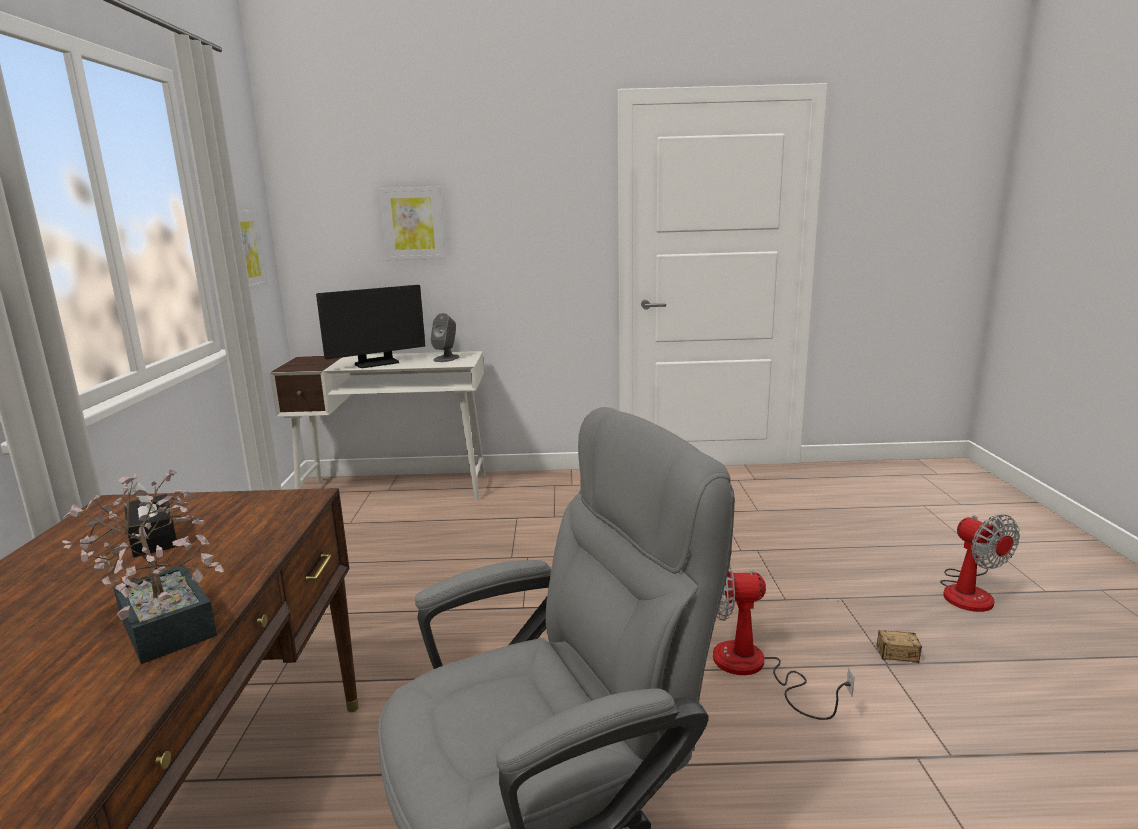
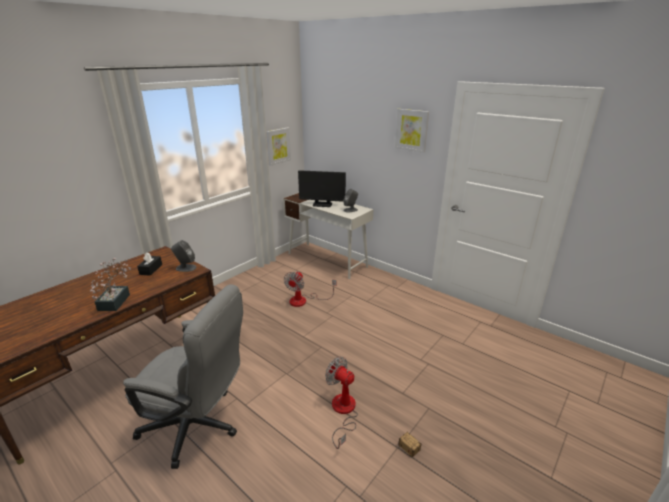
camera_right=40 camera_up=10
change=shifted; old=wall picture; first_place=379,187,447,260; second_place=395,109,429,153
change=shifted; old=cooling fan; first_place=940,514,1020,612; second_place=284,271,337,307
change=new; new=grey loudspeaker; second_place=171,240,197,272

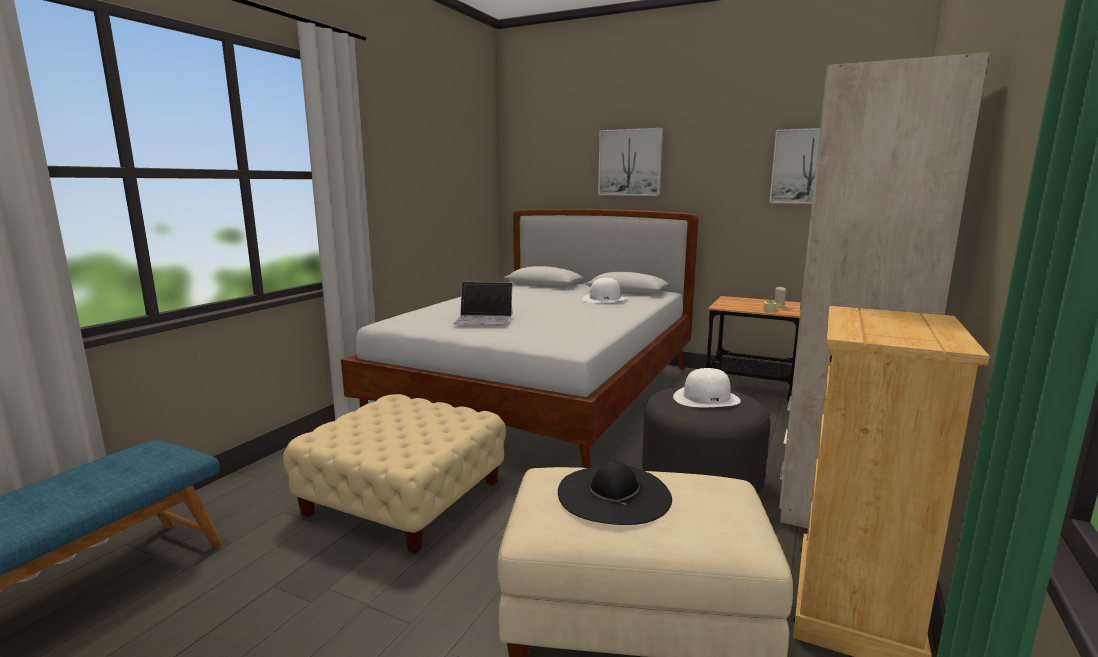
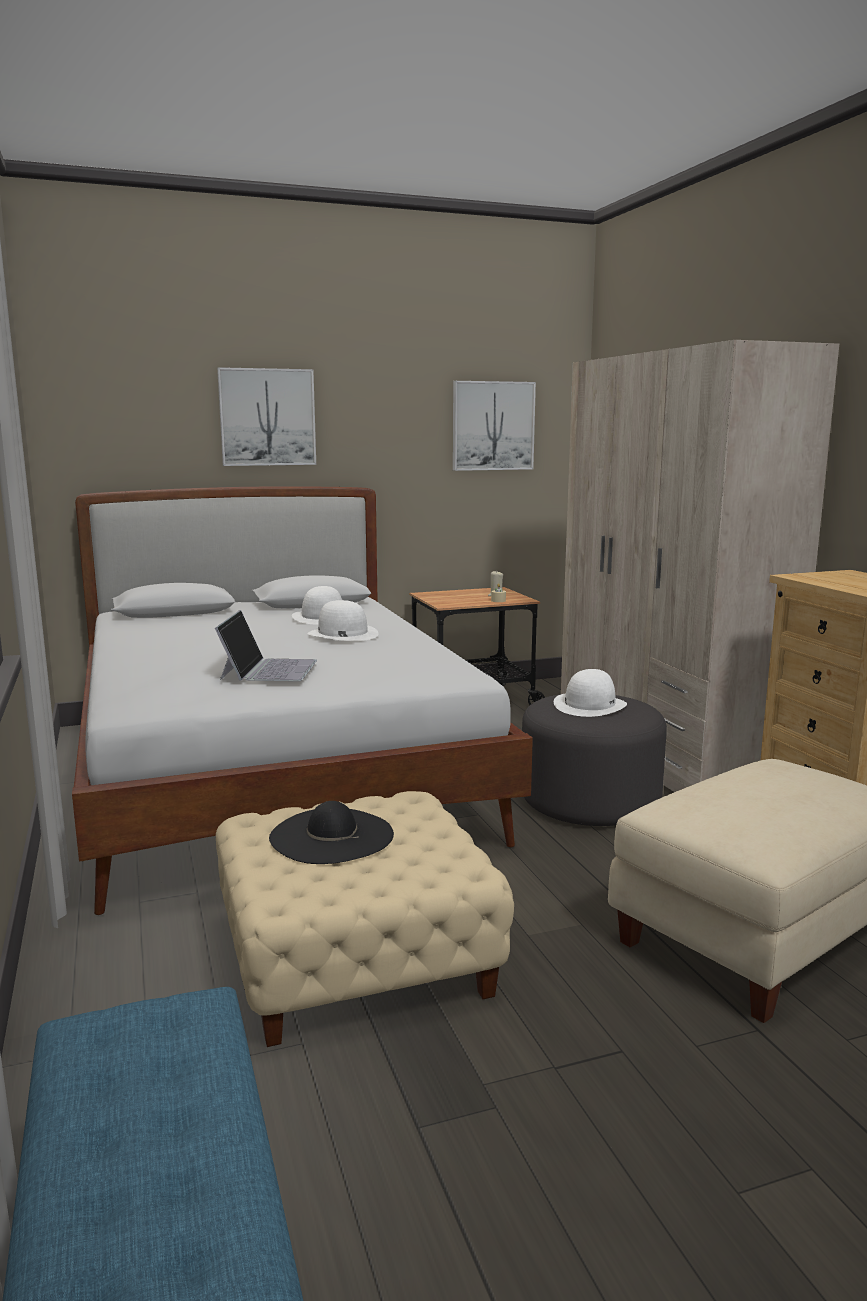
camera_right=-45 camera_up=0
change=rotated; old=notebook computer; first_place=453,282,513,325; second_place=215,610,317,681; degrees=-45
change=shifted; old=black-coloured clothing hat; first_place=558,462,672,525; second_place=269,801,394,864
change=new; new=white clothing hat; second_place=307,600,379,641

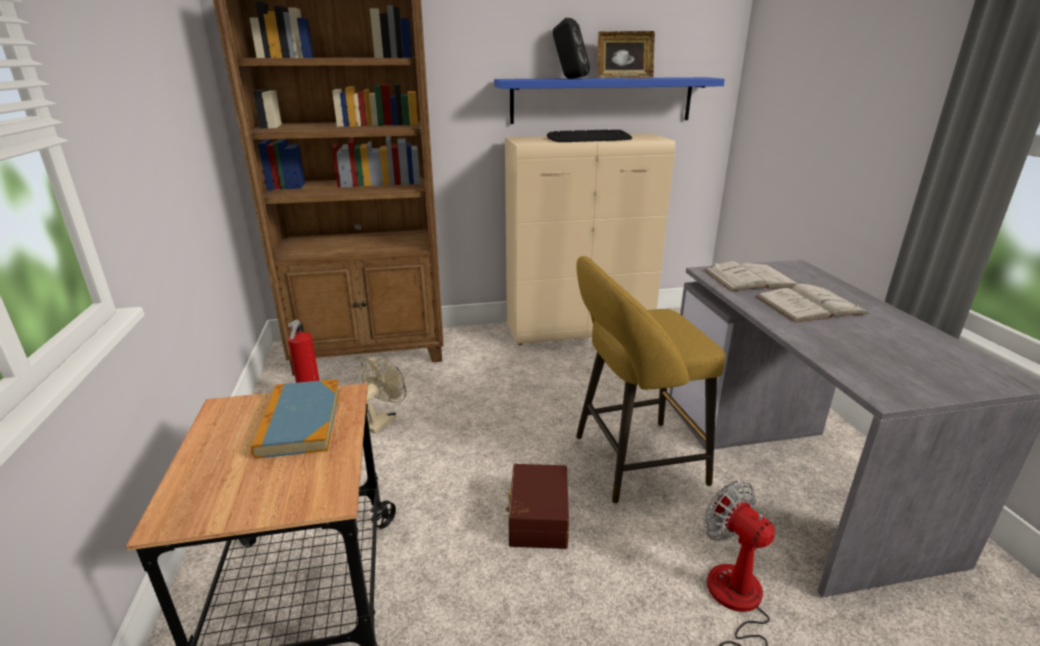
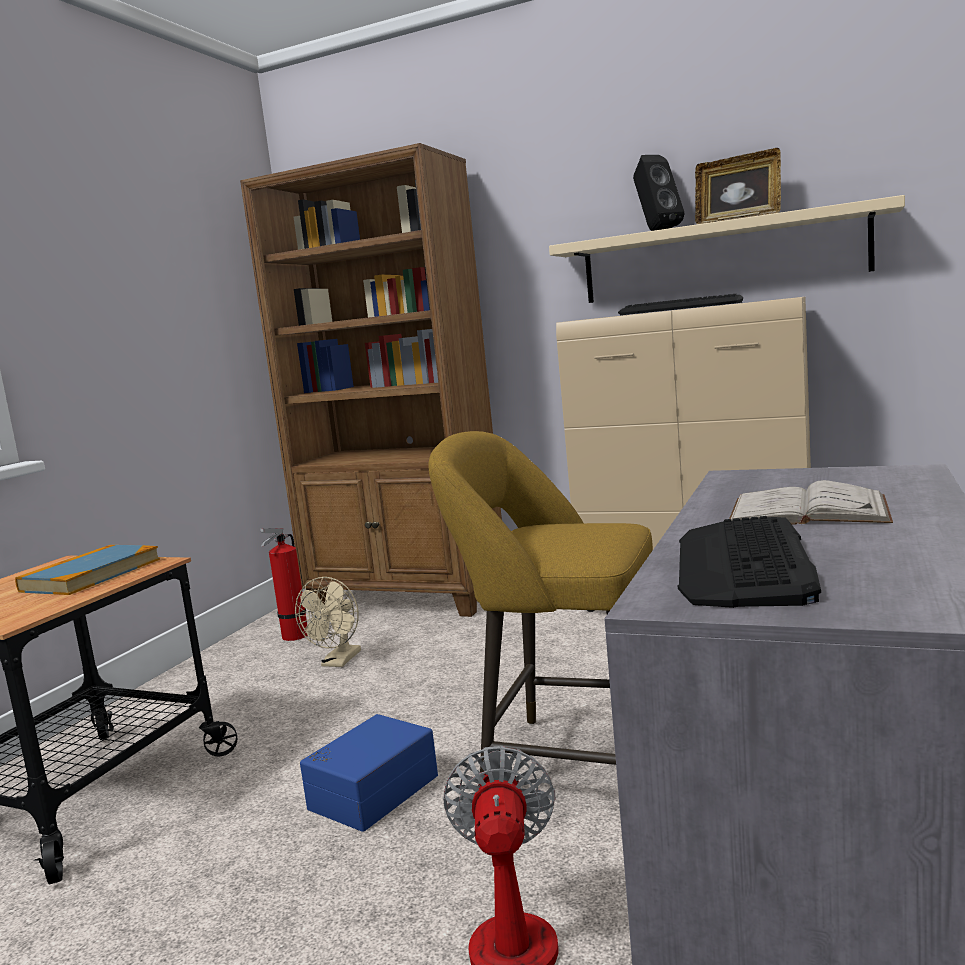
camera_right=35 camera_up=-15
change=rotated; old=beige-coloured cooling fan; first_place=361,357,406,434; second_place=295,577,361,667; degrees=135
change=repainted; old=blue shelf; new=beige-coloured shelf; first_place=494,77,725,124; second_place=549,195,905,303
change=repainted; old=brown storage box; new=blue storage box; first_place=506,464,569,549; second_place=300,714,438,832
change=gone; old=white volume; first_place=704,261,799,291
change=new; new=keyboard; second_place=677,516,821,608

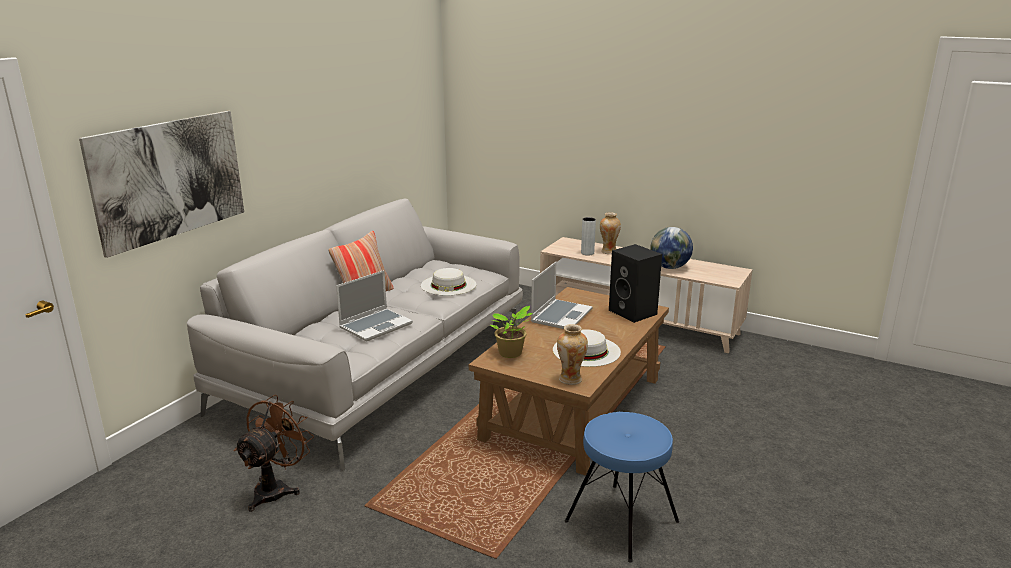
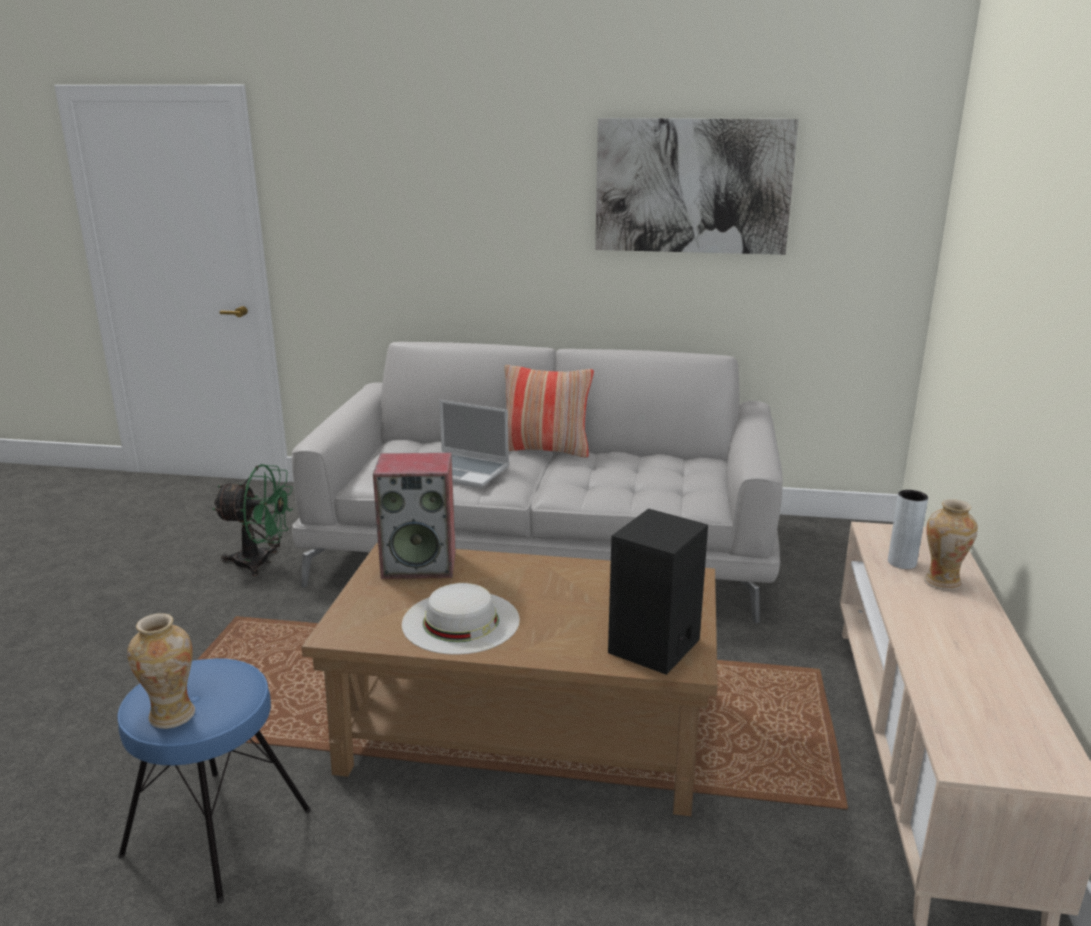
camera_right=70 camera_up=0
change=shifted; old=wall picture; first_place=79,111,244,258; second_place=595,118,799,255
change=repainted; old=brown cooling fan; new=green cooling fan; first_place=234,395,314,512; second_place=212,464,293,576
change=gone; old=white clothing hat; first_place=421,268,476,296
change=swapped; old=plant in a pot; new=loudspeaker; first_place=490,306,532,358; second_place=373,453,456,579
change=gone; old=notebook computer; first_place=531,262,592,329
change=shifted; old=vase; first_place=557,324,588,385; second_place=127,613,195,729
change=gone; old=world globe; first_place=650,227,693,269

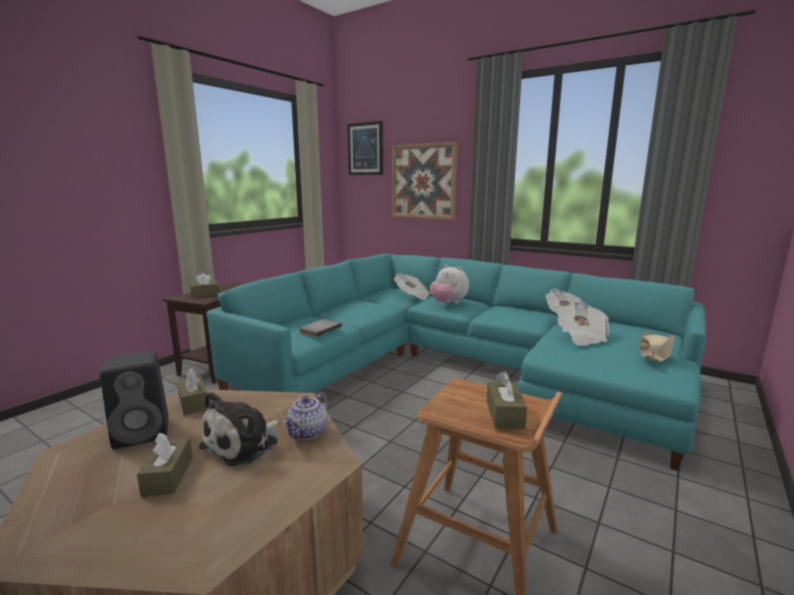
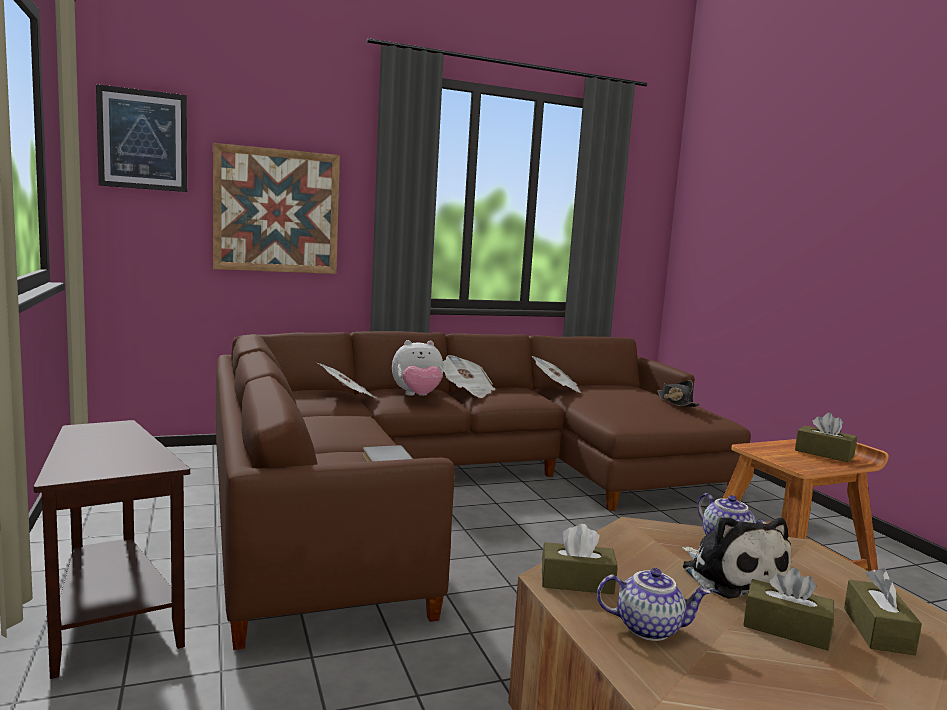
camera_right=-55 camera_up=-5
change=swapped; old=black-coloured loudspeaker; new=pot for tea; first_place=100,350,169,449; second_place=597,568,711,641
change=shifted; old=brown box of tissues; first_place=190,273,219,297; second_place=844,568,922,655
change=repainted; old=turquoise-coloured couch; new=brown couch; first_place=206,254,706,471; second_place=216,331,751,650
change=shifted; old=printed paper; first_place=557,302,609,346; second_place=443,355,495,398
change=repainted; old=beige-coloured clothing hat; new=black-coloured clothing hat; first_place=640,332,675,362; second_place=657,380,700,407

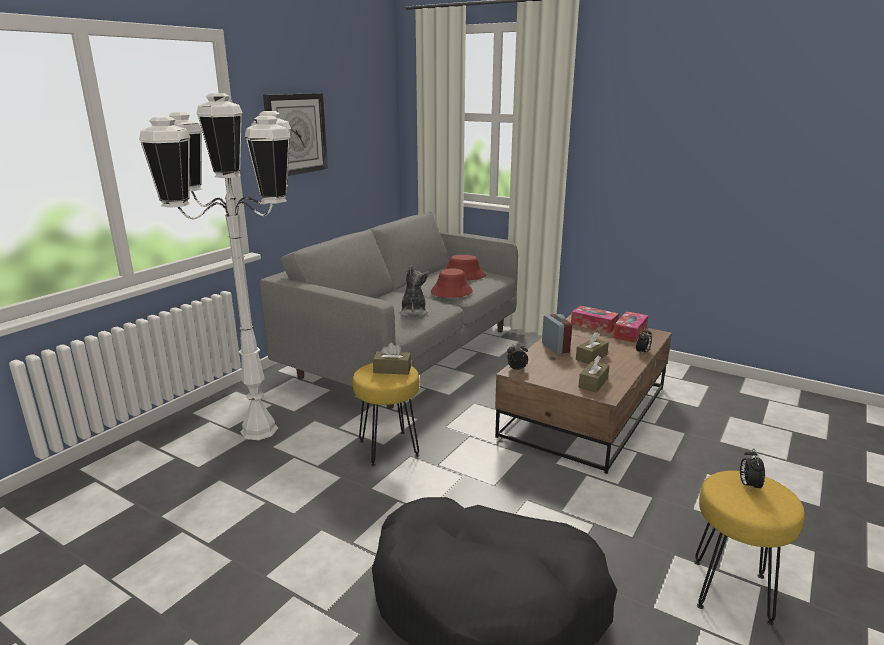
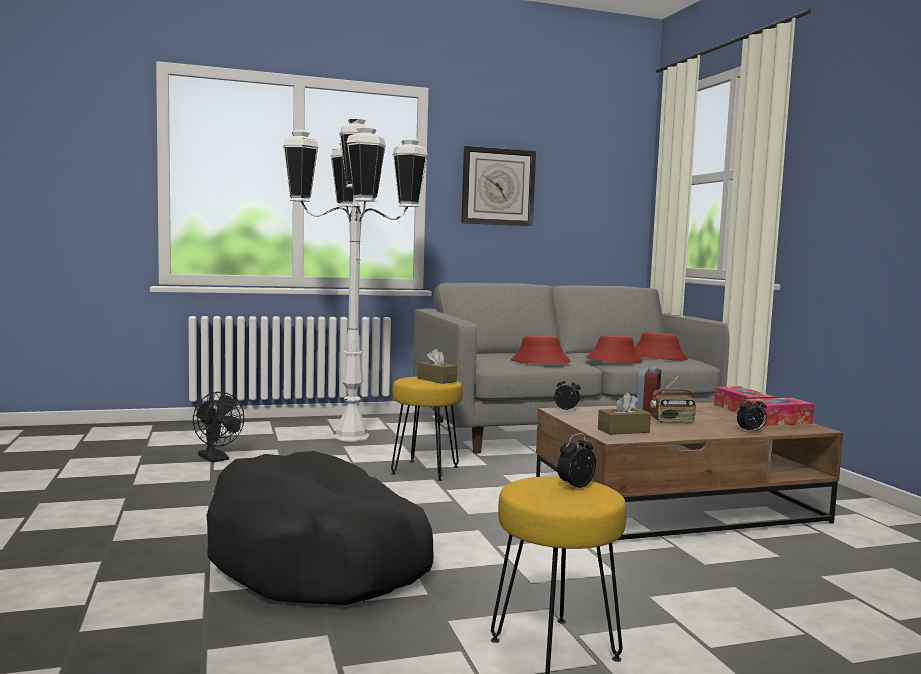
camera_right=40 camera_up=-15
change=swapped; old=cuddly toy; new=reddish clothing hat; first_place=399,265,429,316; second_place=511,335,571,364
change=swapped; old=brown box of tissues; new=radio set; first_place=576,332,609,364; second_place=650,374,696,423
change=new; new=black-coloured cooling fan; second_place=193,392,244,462

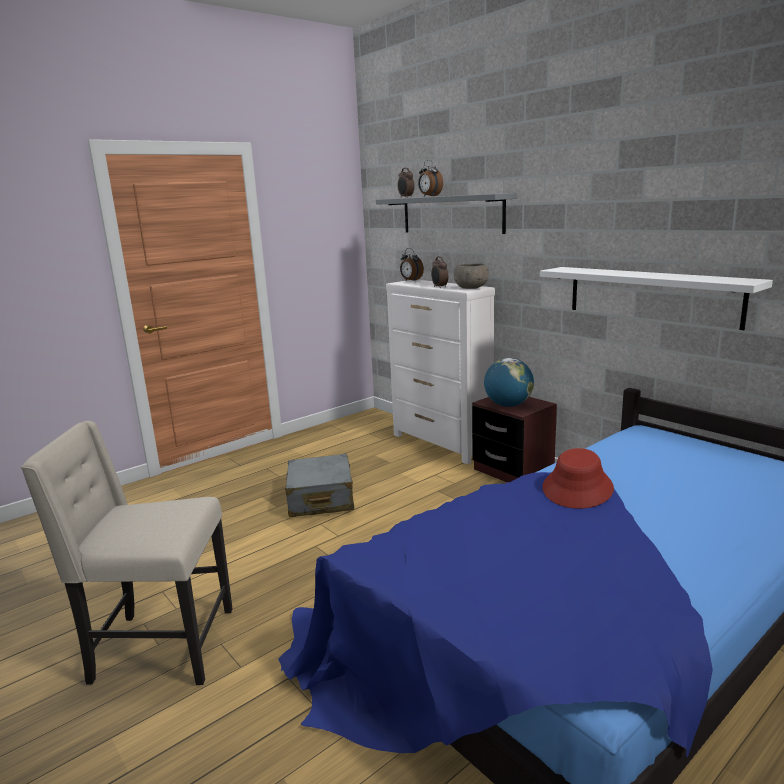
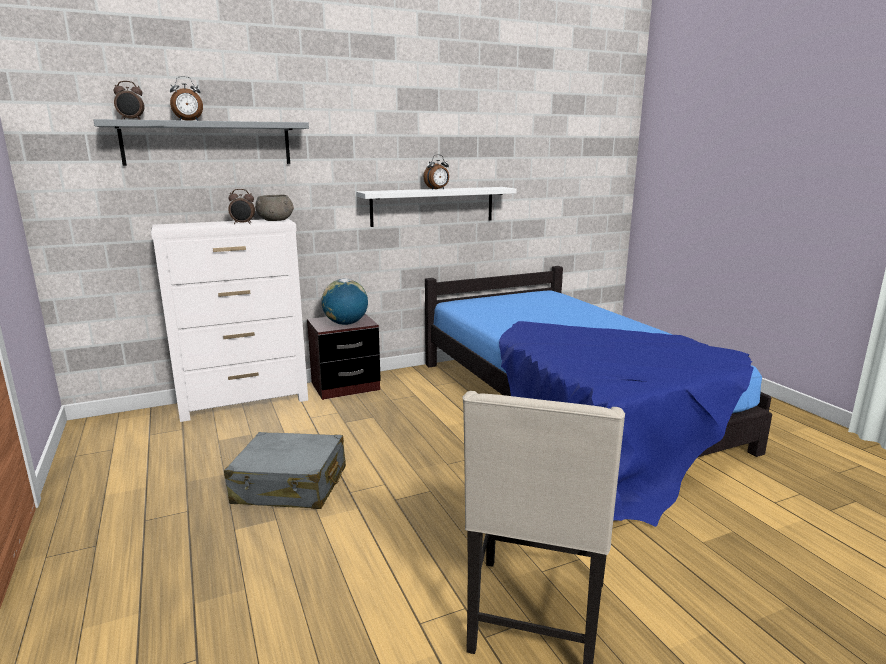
camera_right=-75 camera_up=0
change=shifted; old=bedside clock; first_place=400,248,424,281; second_place=424,155,449,190
change=gone; old=reddish clothing hat; first_place=542,448,614,509

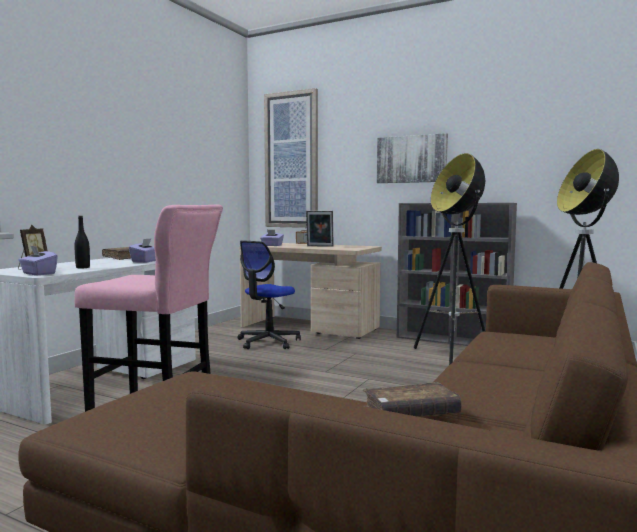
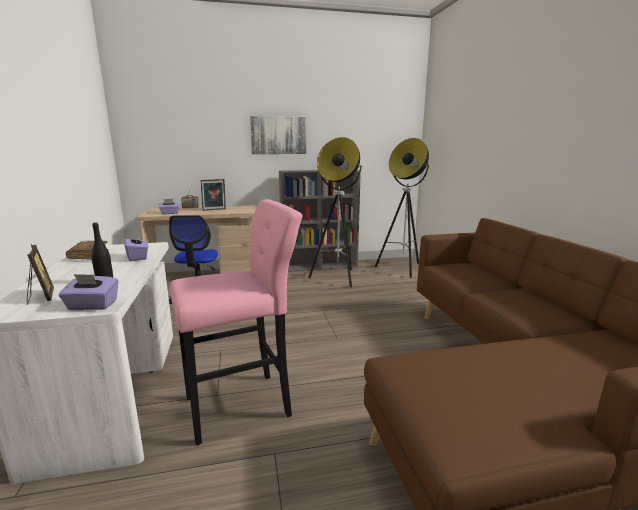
camera_right=-40 camera_up=10
change=gone; old=wall picture; first_place=264,88,318,228
change=gone; old=brown volume; first_place=362,382,461,417

